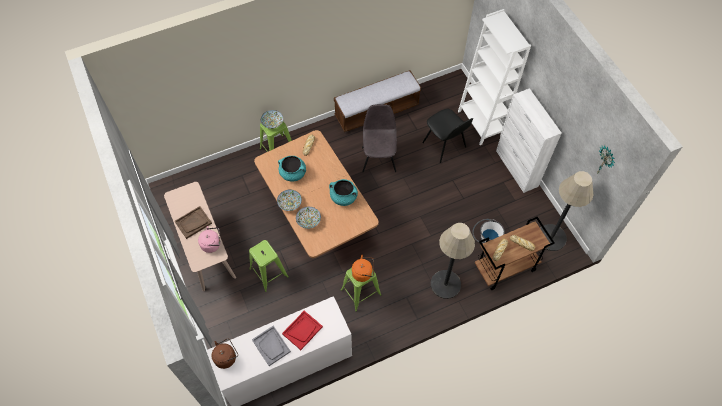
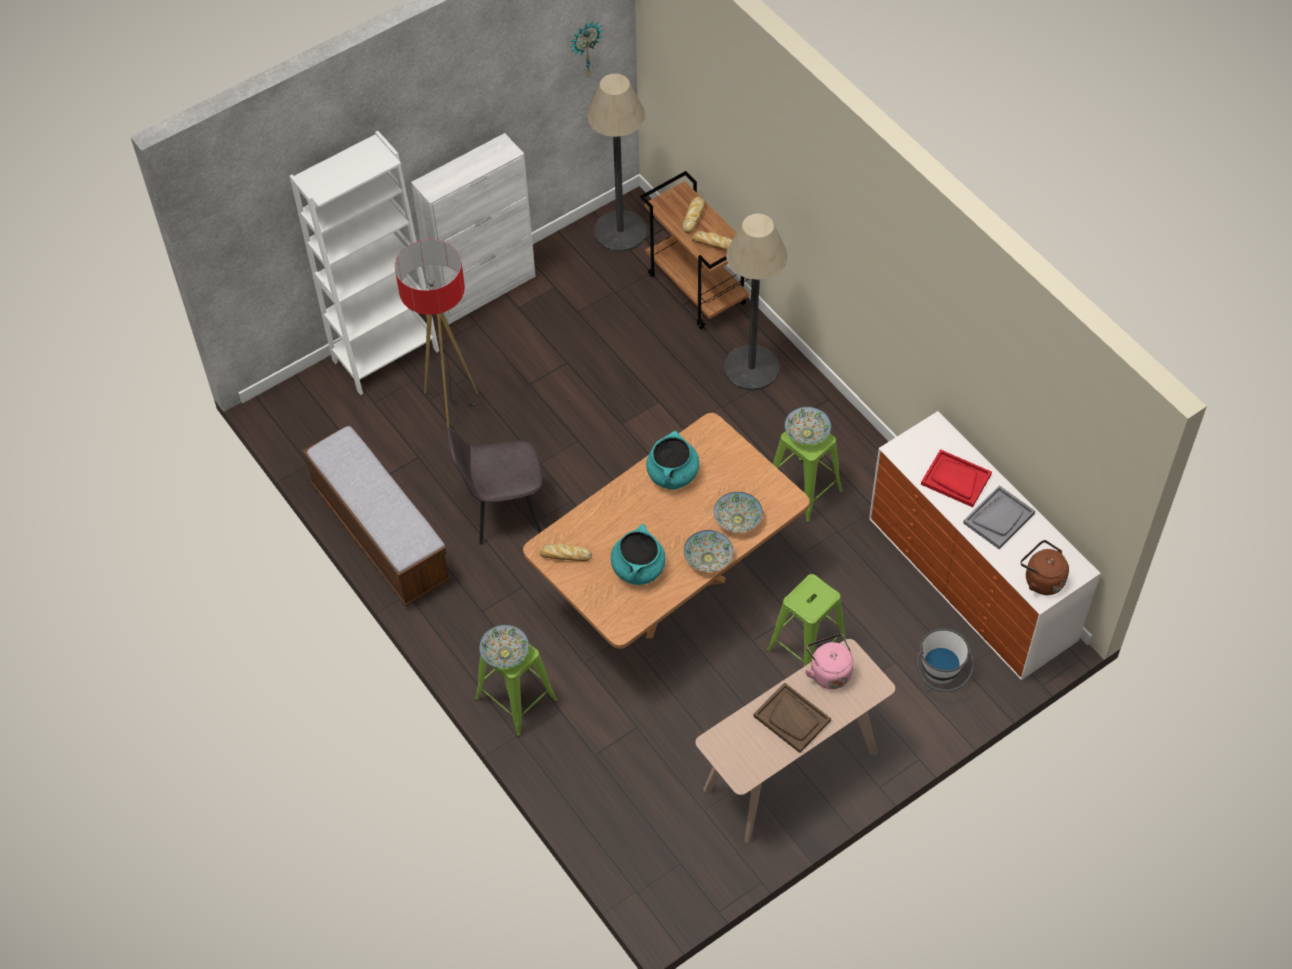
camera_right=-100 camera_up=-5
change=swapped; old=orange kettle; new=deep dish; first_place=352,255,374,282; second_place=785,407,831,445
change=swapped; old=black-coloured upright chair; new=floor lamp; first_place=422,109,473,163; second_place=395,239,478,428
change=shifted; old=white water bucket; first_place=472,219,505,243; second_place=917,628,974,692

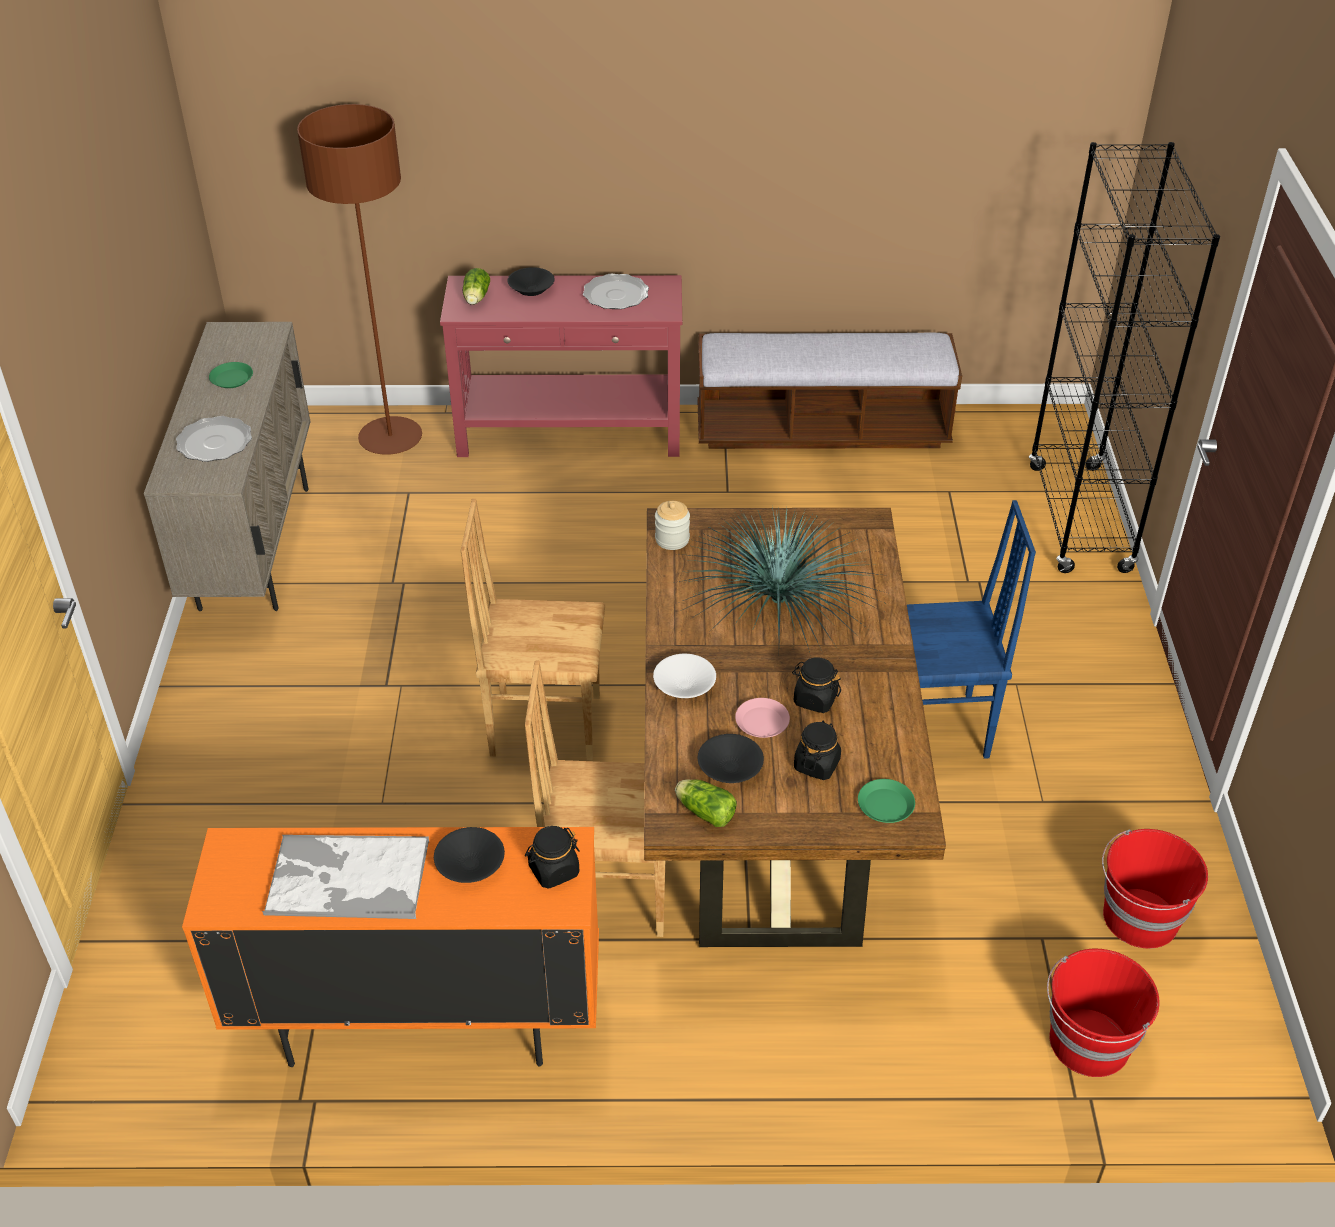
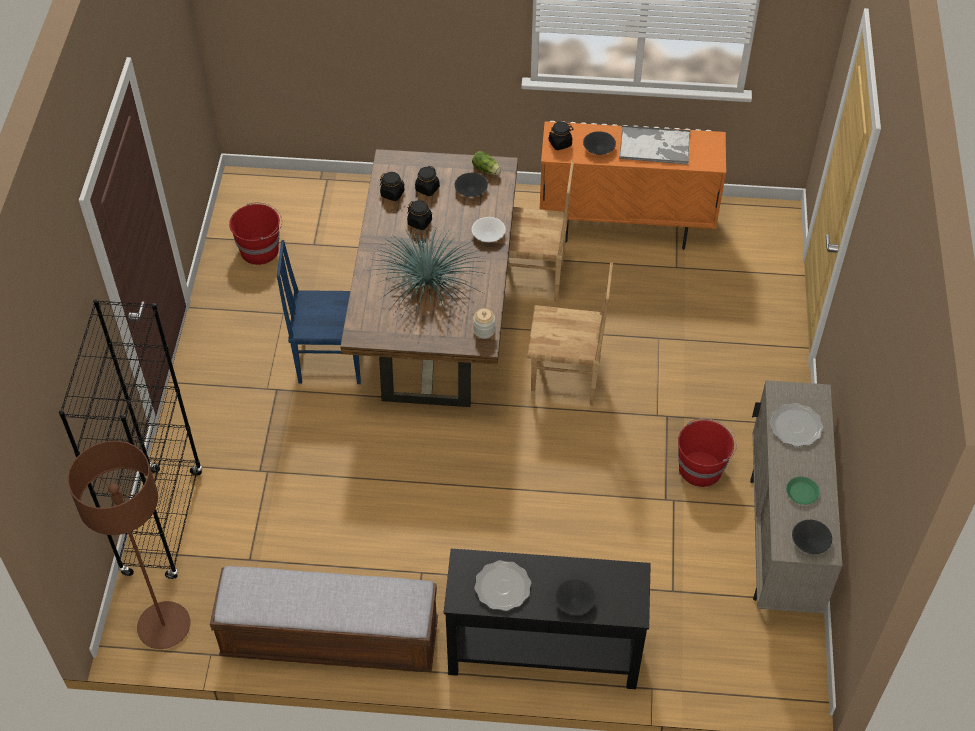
camera_right=-175 camera_up=10
change=shifted; old=brown floor lamp; first_place=297,104,422,455; second_place=67,441,191,649
change=repainted; old=reddish console table; new=black-coloured console table; first_place=440,275,682,457; second_place=444,548,651,689
change=gone; old=head of lettuce; first_place=463,268,490,305
change=gone; old=pinkish plate; first_place=735,698,790,738
change=gone; old=green plate; first_place=858,779,915,823
change=shifted; old=reddish water bucket; first_place=1047,949,1159,1077; second_place=678,418,737,487
change=new; new=black-coloured jar; second_place=380,172,405,201
change=new; new=black-coloured deep dish; second_place=792,520,832,554

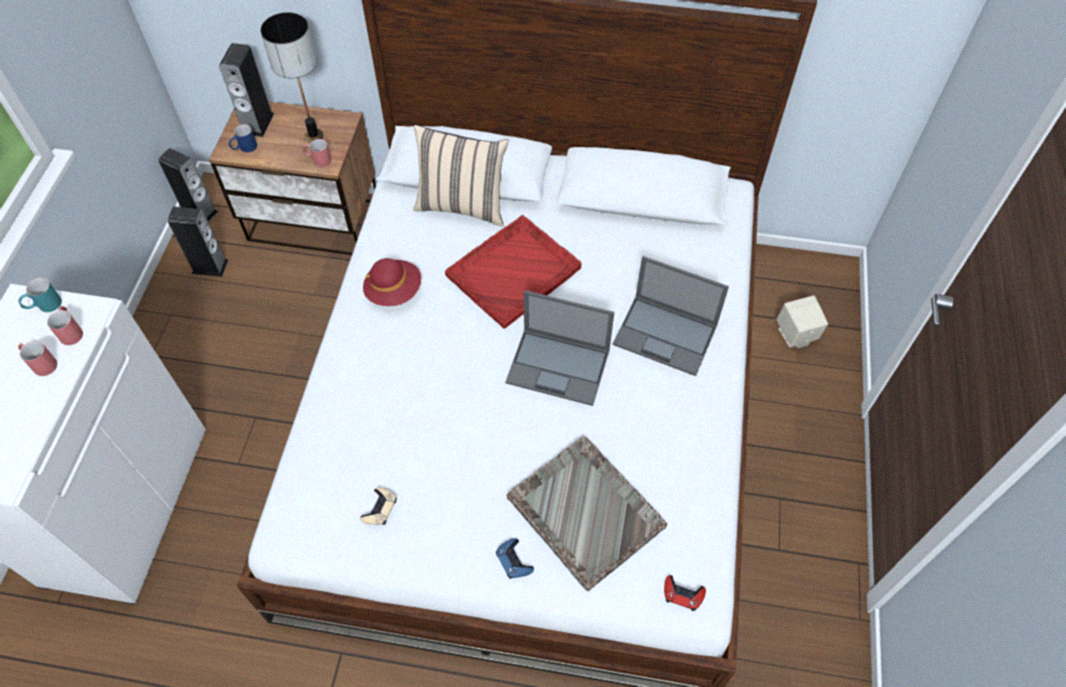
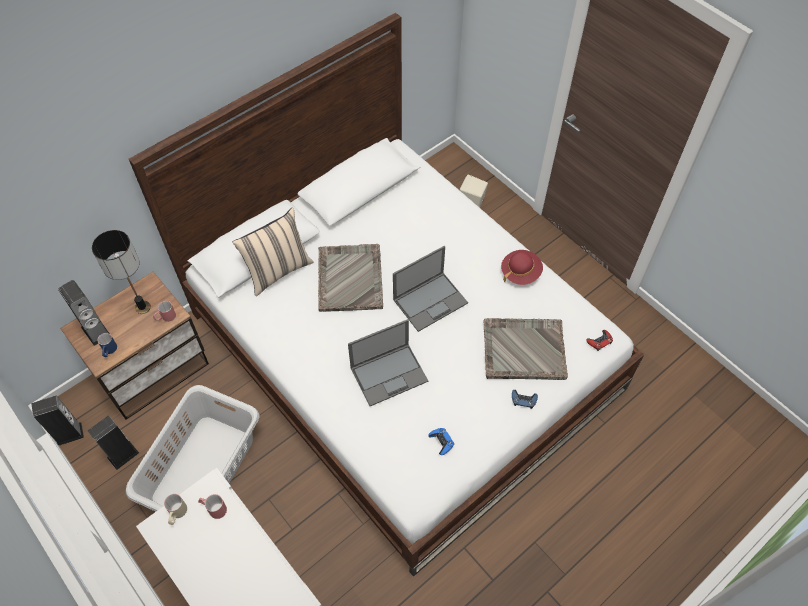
camera_right=-50 camera_up=0
change=repainted; old=turquoise-coloured coffee mug; new=beige-coloured coffee mug; first_place=18,278,62,312; second_place=164,494,187,525
change=gone; old=reddish coffee mug; first_place=18,341,57,376
change=repainted; old=beige-coloured joypad; new=blue joypad; first_place=360,487,396,525; second_place=428,428,454,455
change=shifted; old=reddish clothing hat; first_place=363,258,421,306; second_place=501,250,543,285
change=repainted; old=reddish serving tray; new=grey serving tray; first_place=445,215,582,329; second_place=318,244,383,312
change=shifted; old=notebook computer; first_place=613,256,729,376; second_place=348,319,428,406
change=new; new=grey hamper; second_place=126,385,259,512

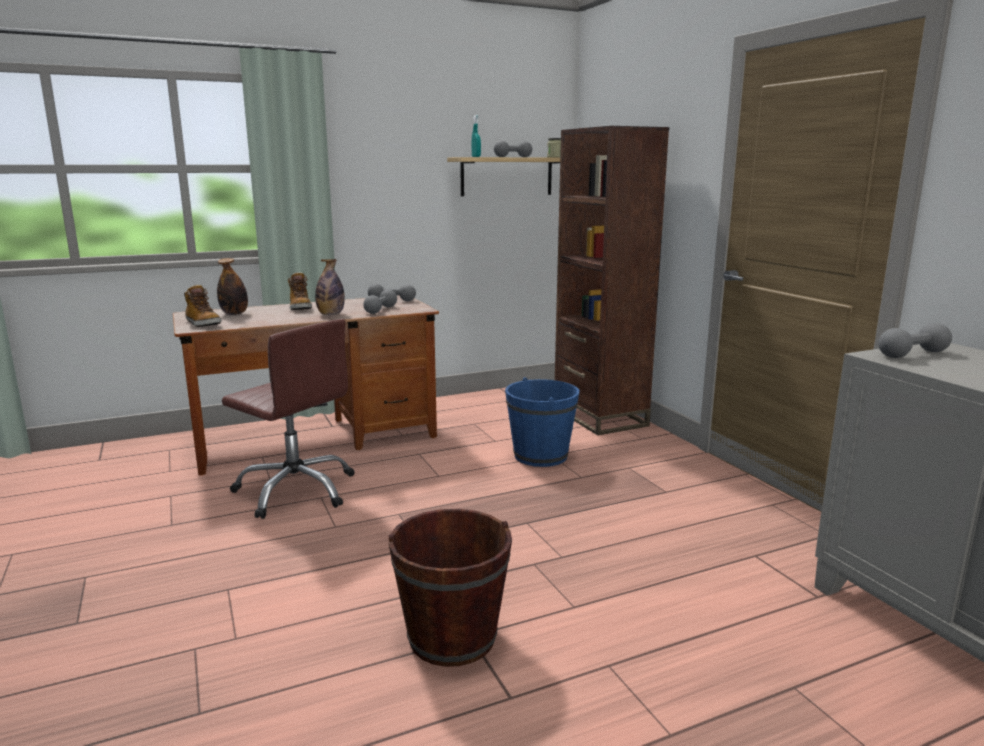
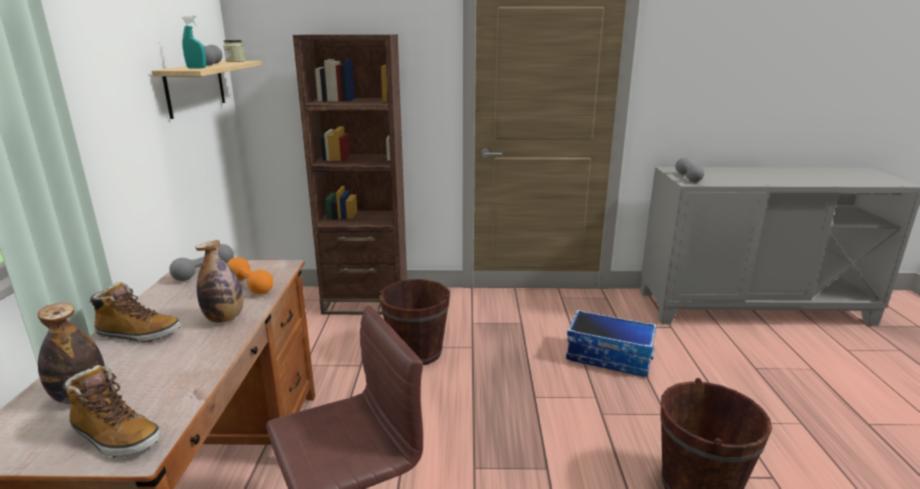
camera_right=-65 camera_up=5
change=rotated; old=tall boot; first_place=184,284,222,327; second_place=62,365,161,457; degrees=45
change=repainted; old=grey dumbbell; new=orange dumbbell; first_place=363,290,397,314; second_place=227,257,273,294
change=repainted; old=blue water bucket; new=brown water bucket; first_place=505,377,580,467; second_place=379,279,450,365
change=new; new=storage box; second_place=566,310,657,377

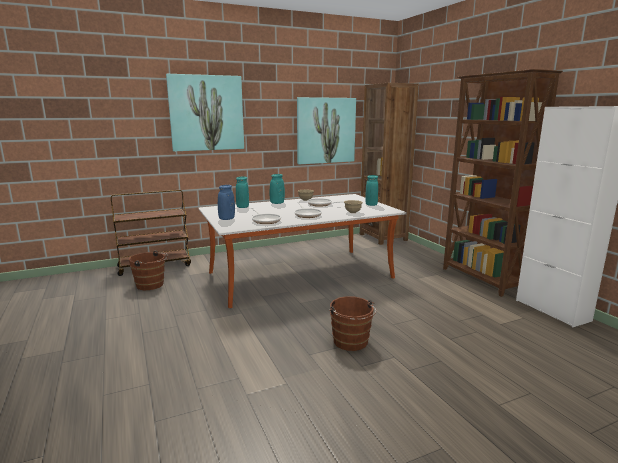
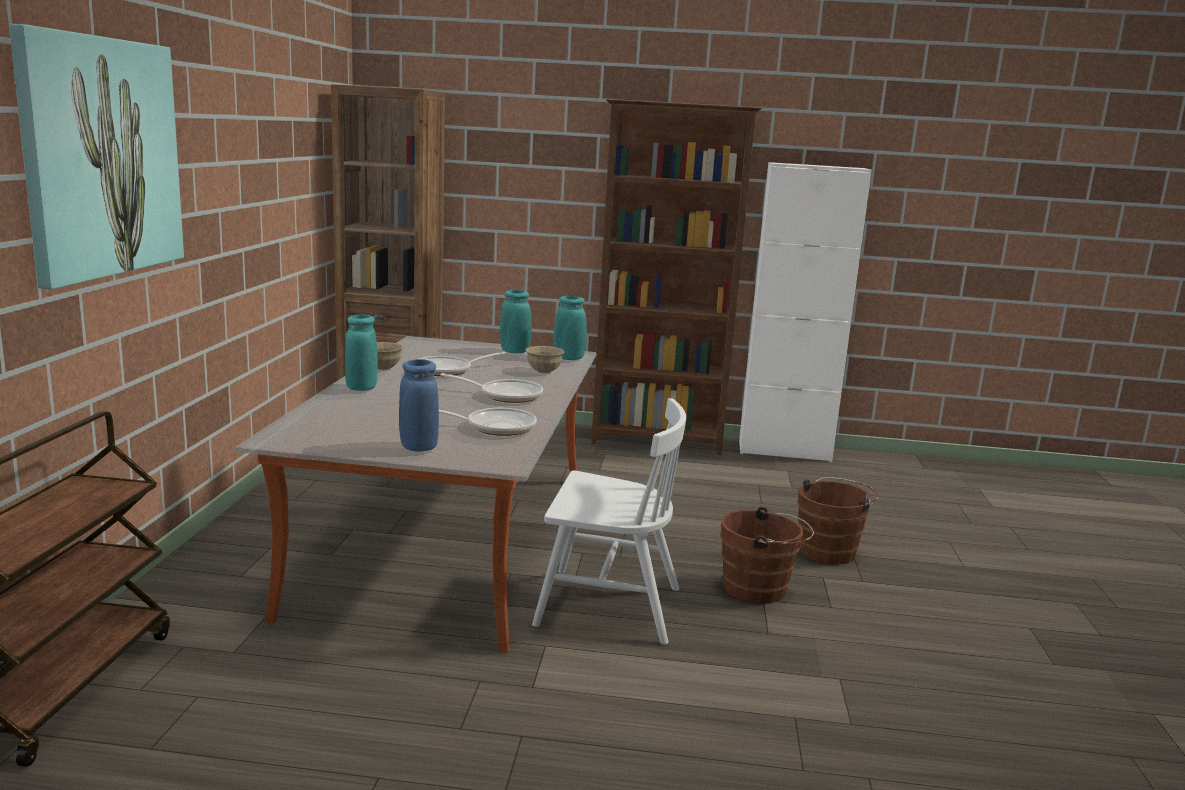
camera_right=-60 camera_up=0
change=shifted; old=brown water bucket; first_place=129,250,168,290; second_place=798,477,878,565
change=shifted; old=turquoise-coloured vase; first_place=236,177,249,208; second_place=554,296,587,360
change=gone; old=wall picture; first_place=297,97,356,164
change=new; new=white upright chair; second_place=532,398,686,645

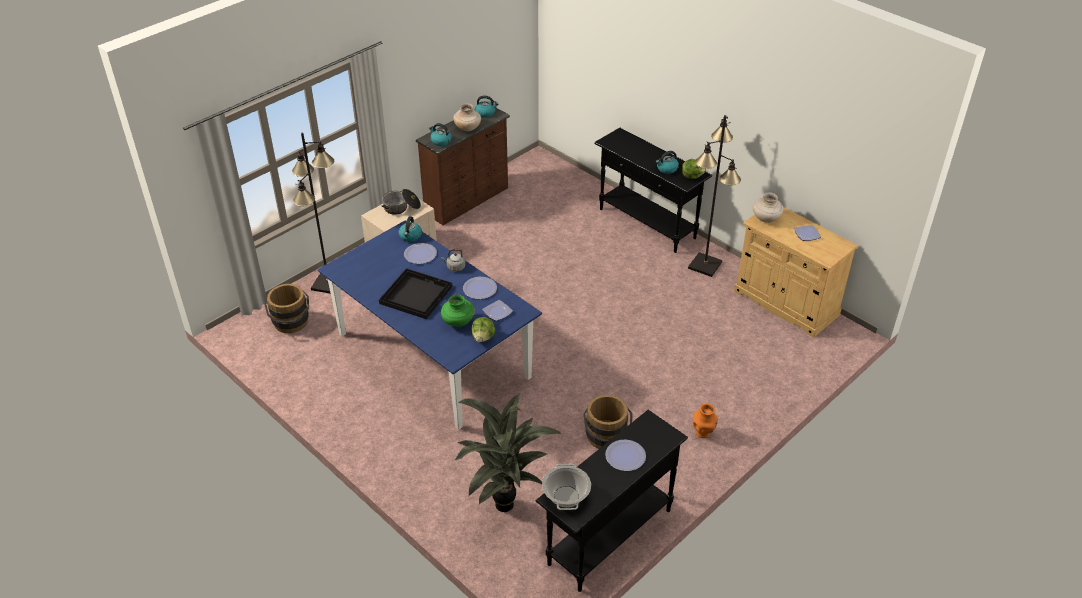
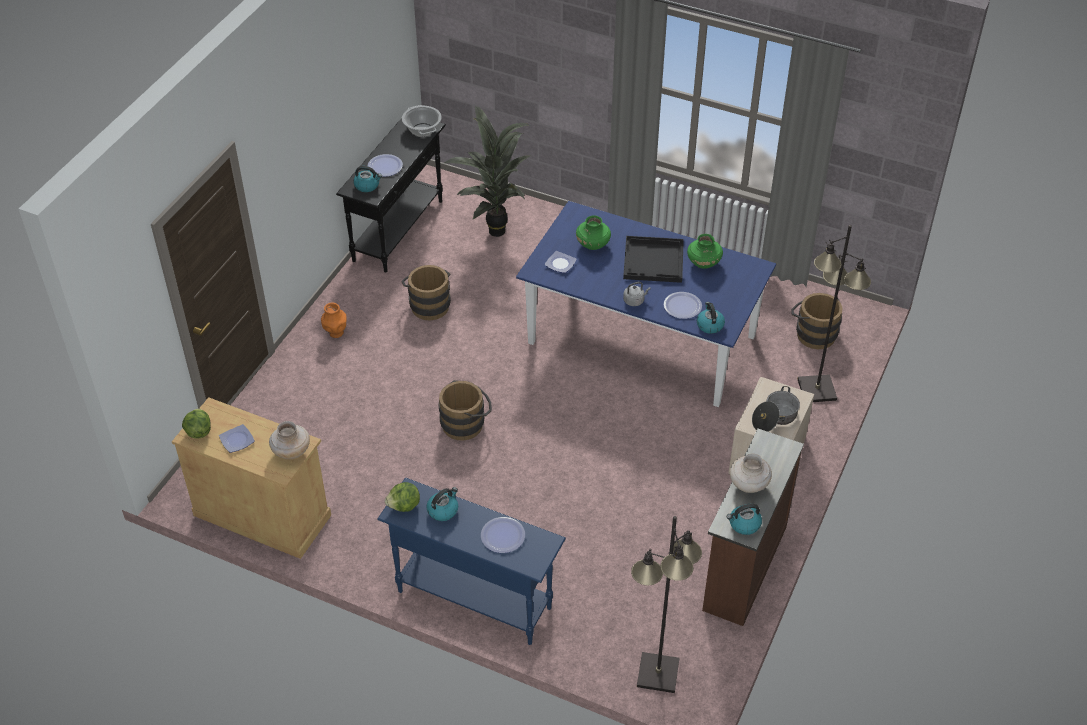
camera_right=160 camera_up=5
change=shifted; old=kettle; first_place=429,123,452,146; second_place=353,166,382,192
change=shifted; old=plate; first_place=463,277,497,299; second_place=481,517,525,553
change=shifted; old=head of lettuce; first_place=471,317,496,342; second_place=182,408,211,439
change=repainted; old=black-coloured console table; new=blue console table; first_place=594,128,712,253; second_place=377,477,566,645
change=shifted; old=black-coloured floor lamp; first_place=688,115,741,277; second_place=631,516,702,693
change=new; new=brown water bucket; second_place=438,380,492,440
change=new; new=green vase; second_place=687,234,723,269

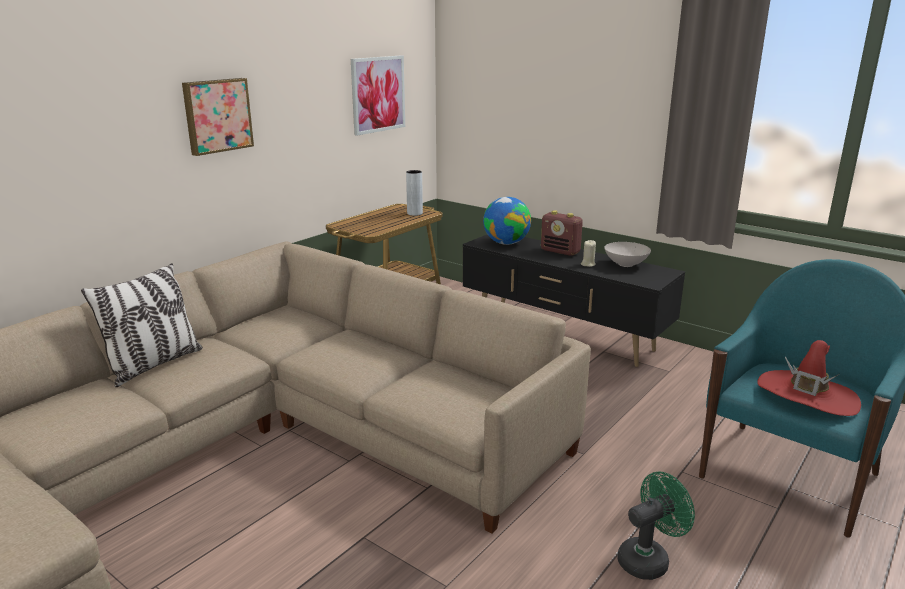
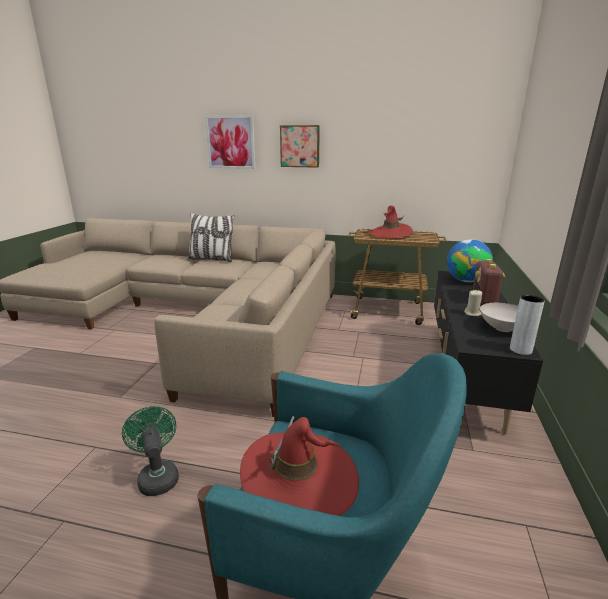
camera_right=65 camera_up=0
change=shifted; old=wall picture; first_place=351,56,405,135; second_place=205,115,255,169
change=shifted; old=grey vase; first_place=406,170,423,216; second_place=510,295,545,355
change=rotated; old=green cooling fan; first_place=617,472,695,580; second_place=122,406,179,496; degrees=-150
change=new; new=reddish clothing hat; second_place=368,205,413,238

